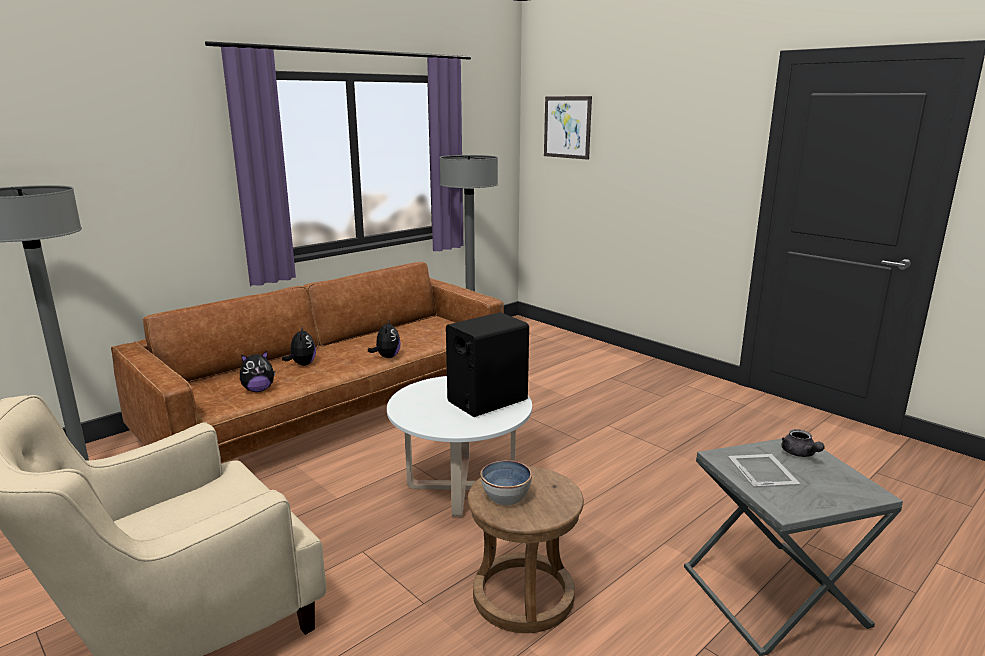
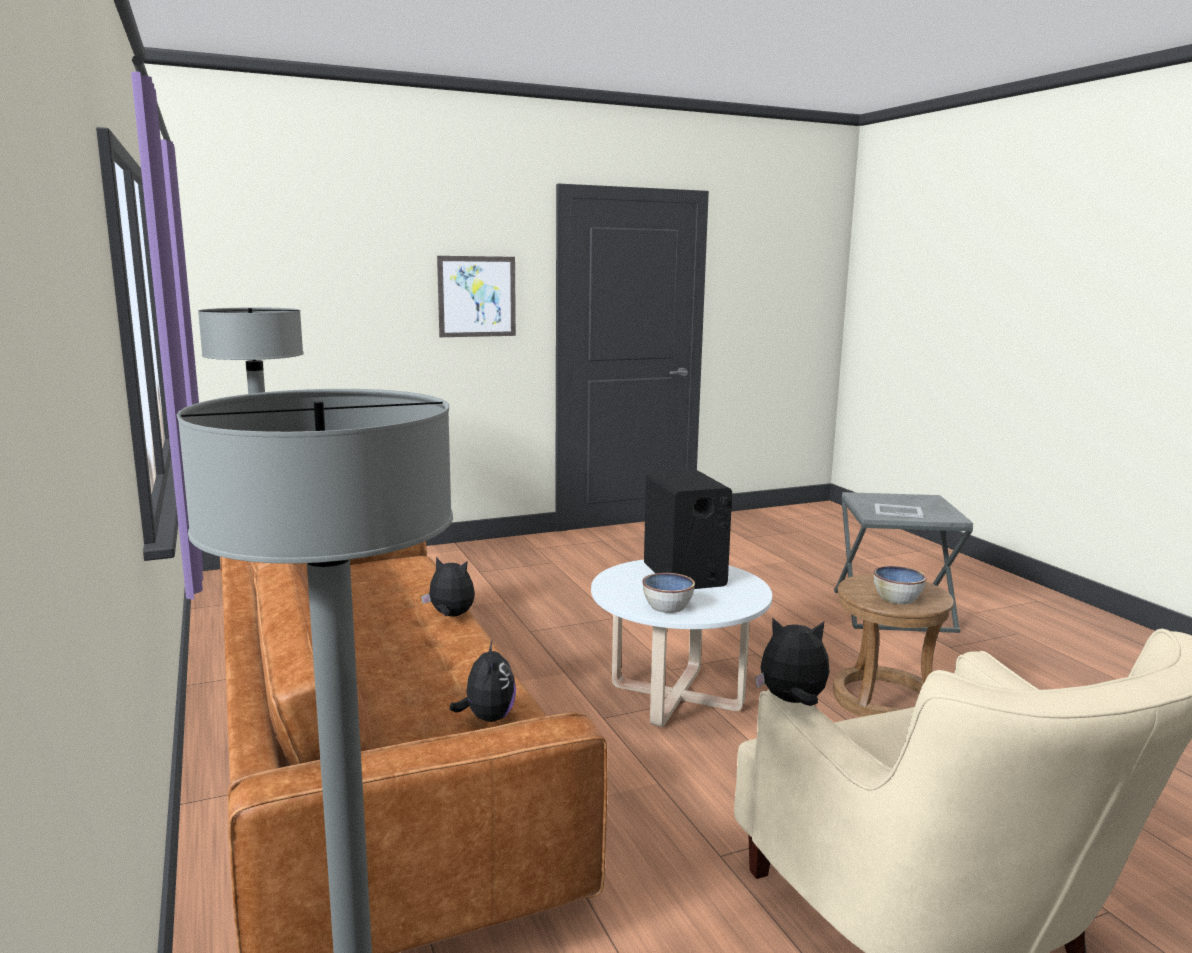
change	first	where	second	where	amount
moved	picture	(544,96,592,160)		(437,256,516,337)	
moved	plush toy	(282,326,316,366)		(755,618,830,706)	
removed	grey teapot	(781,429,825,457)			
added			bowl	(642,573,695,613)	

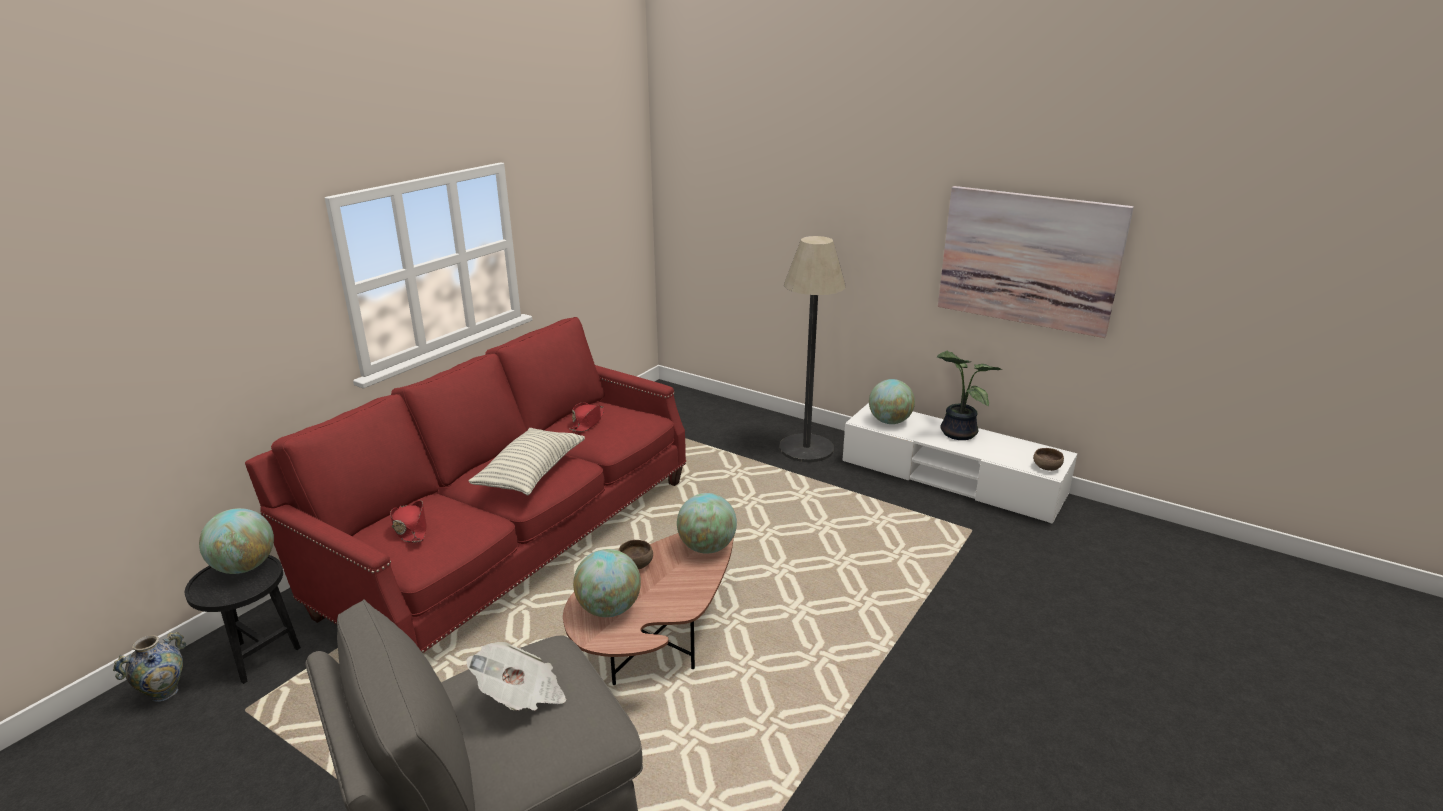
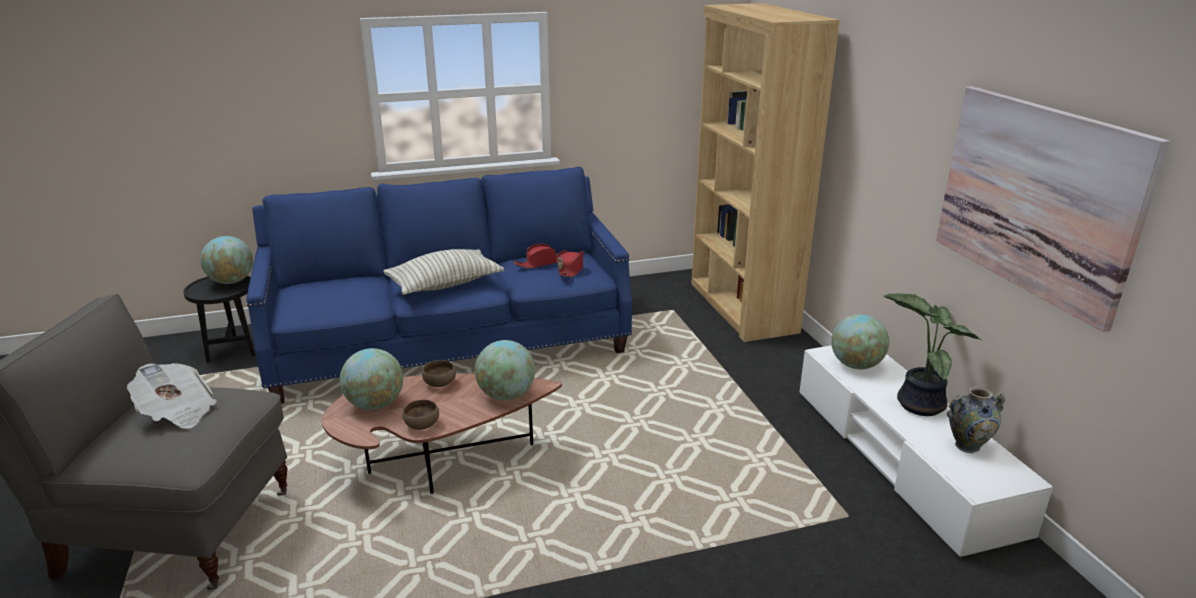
change	first	where	second	where	amount
removed	floor lamp	(779,236,846,462)			
recoloured	red sofa	(245,317,686,653)	blue sofa	(246,167,632,404)	
moved	brown bowl	(1033,448,1064,471)		(402,400,439,430)	
moved	red hat	(390,501,427,543)		(558,250,583,277)	
moved	vase	(113,632,186,702)		(947,386,1005,453)	
added			brown bookcase	(691,3,840,342)	

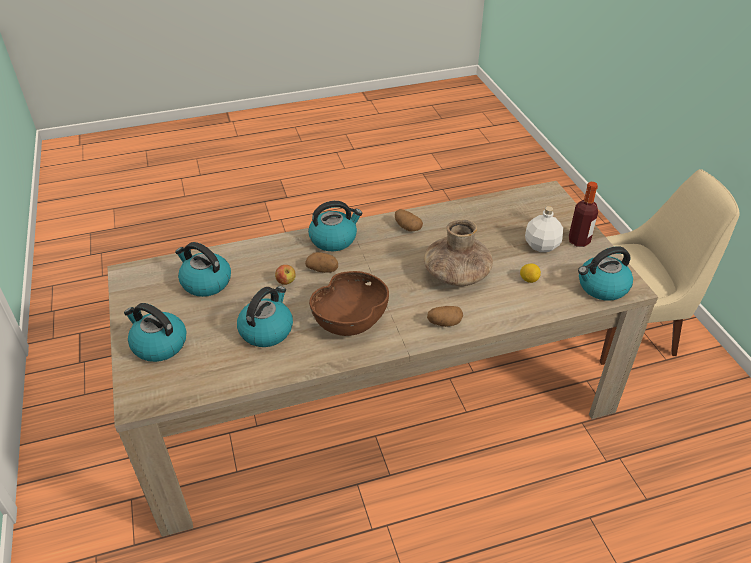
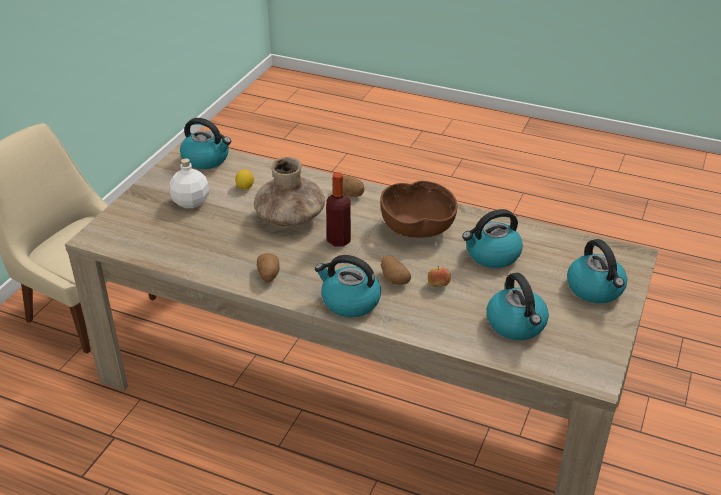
change	first	where	second	where	amount
moved	bottle	(569,182,598,247)		(326,172,351,247)	

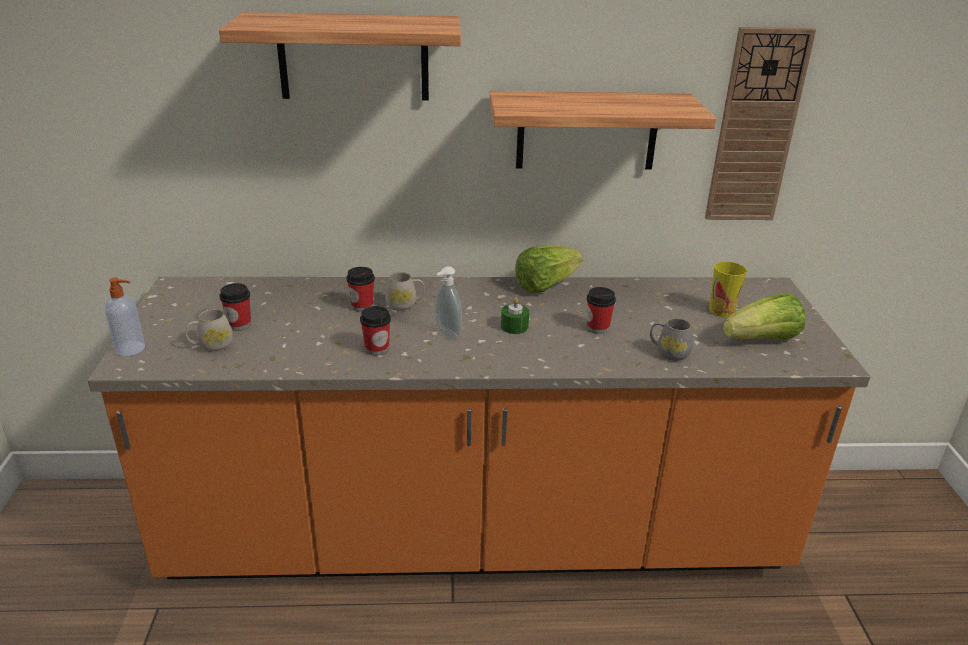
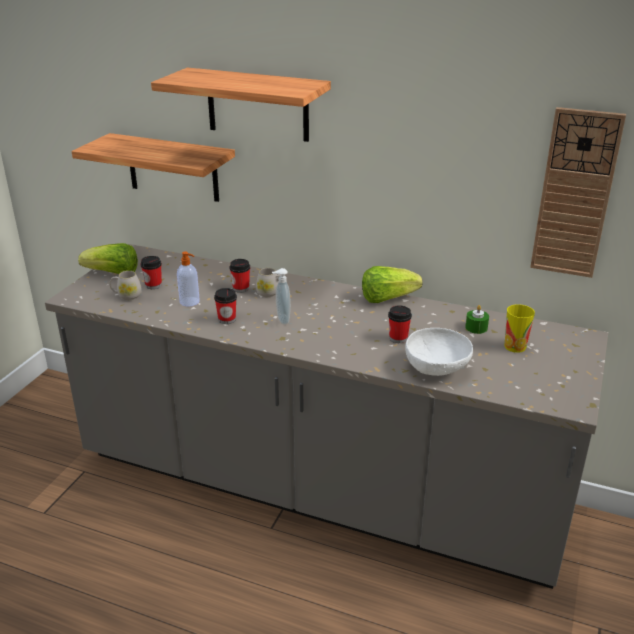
change	first	where	second	where	amount
moved	shelf	(489,91,716,170)		(71,133,235,202)	
recoloured	orange counter	(88,277,870,579)	grey counter	(45,244,608,589)	
moved	soap dispenser	(105,278,145,356)		(177,251,200,306)	
moved	lettuce	(723,293,805,340)		(78,243,138,274)	
moved	green candle	(501,298,529,334)		(465,305,489,334)	
replaced	grey mug	(650,318,693,361)	white bowl	(405,328,473,376)	

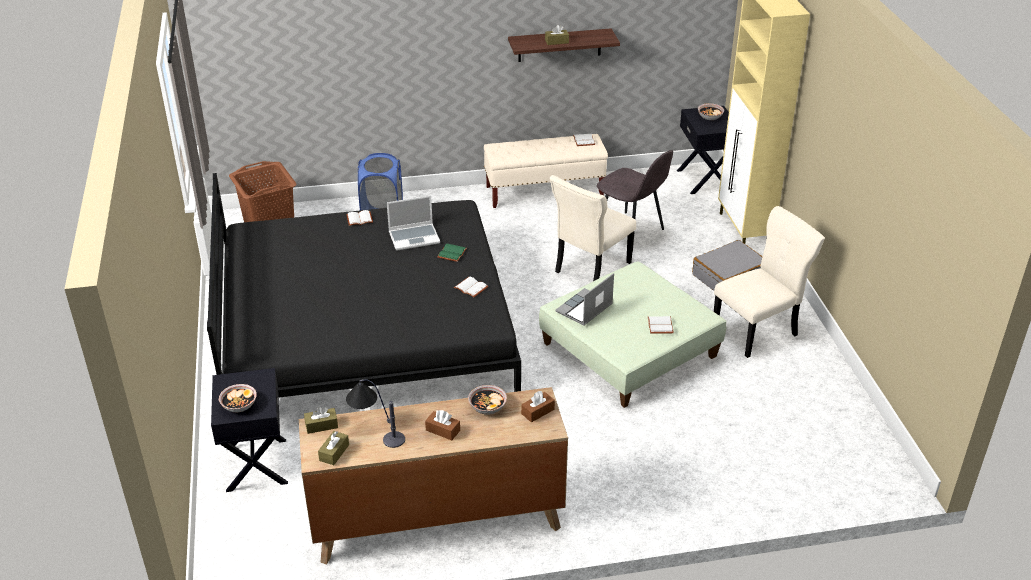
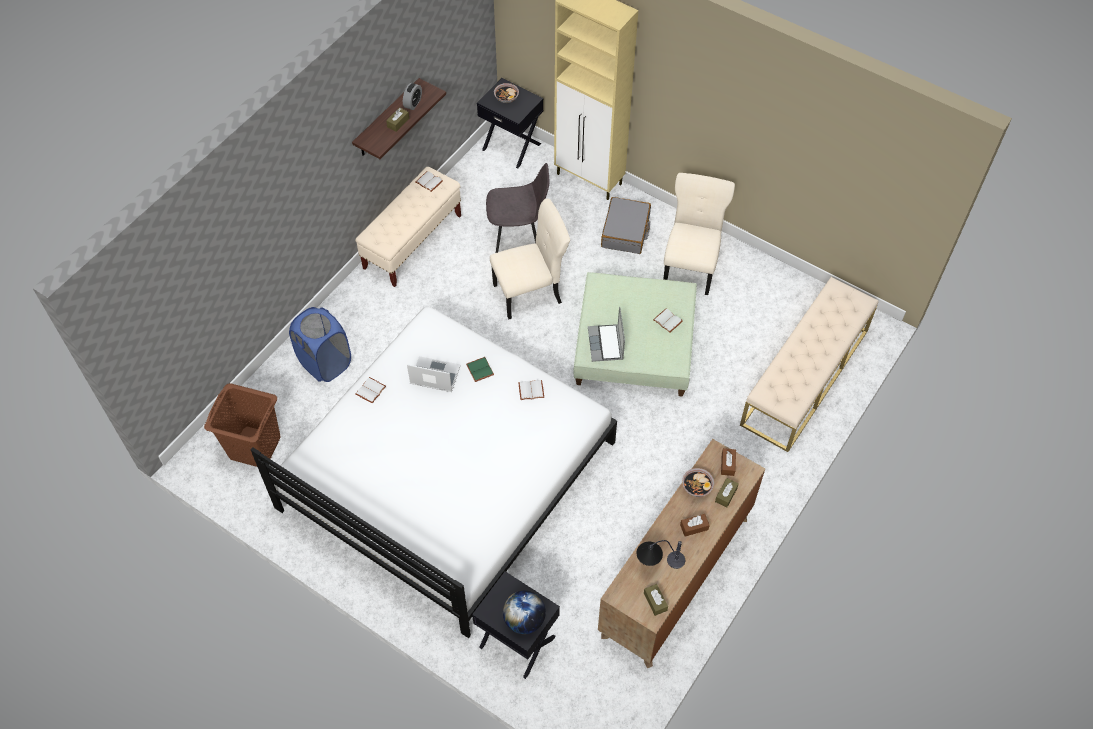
change	first	where	second	where	amount
recoloured	black bed	(207,173,521,397)	white bed	(251,306,617,638)	
turned	beige chair	(550,175,636,281)		(490,199,570,319)	105 degrees counterclockwise
turned	laptop	(387,196,440,251)		(407,356,461,392)	105 degrees counterclockwise
replaced	bowl	(219,384,257,412)	globe	(503,591,546,634)	
moved	brown tissue box	(304,407,338,434)		(715,478,739,508)	
added			alarm clock	(403,83,422,110)	
added			beige bench	(740,277,879,452)	

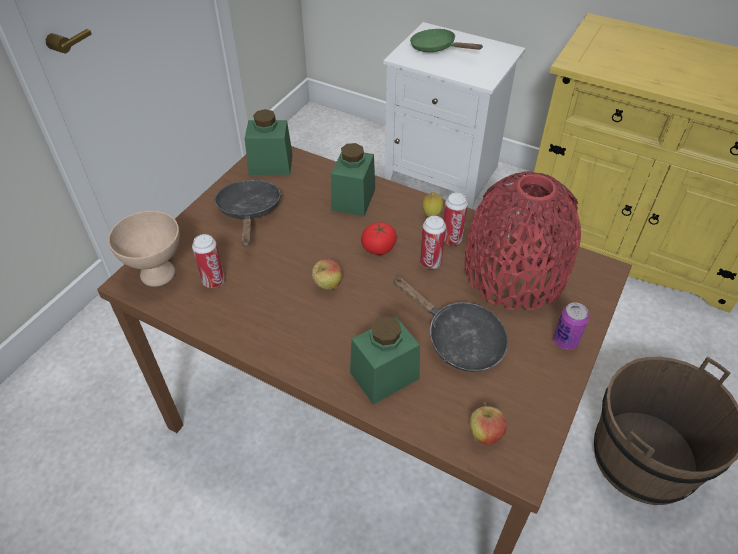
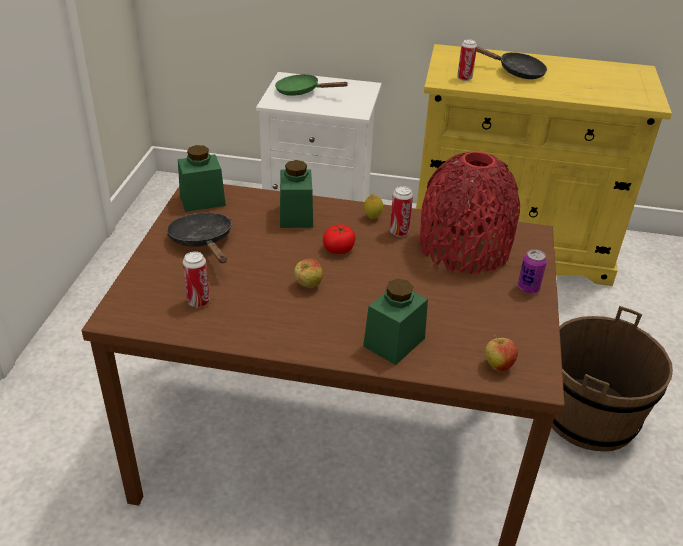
change	first	where	second	where	amount
removed	beige bowl	(108,211,180,287)			
moved	can	(420,216,446,269)		(457,39,477,81)	
moved	black frying pan	(393,276,508,372)		(476,46,547,79)	

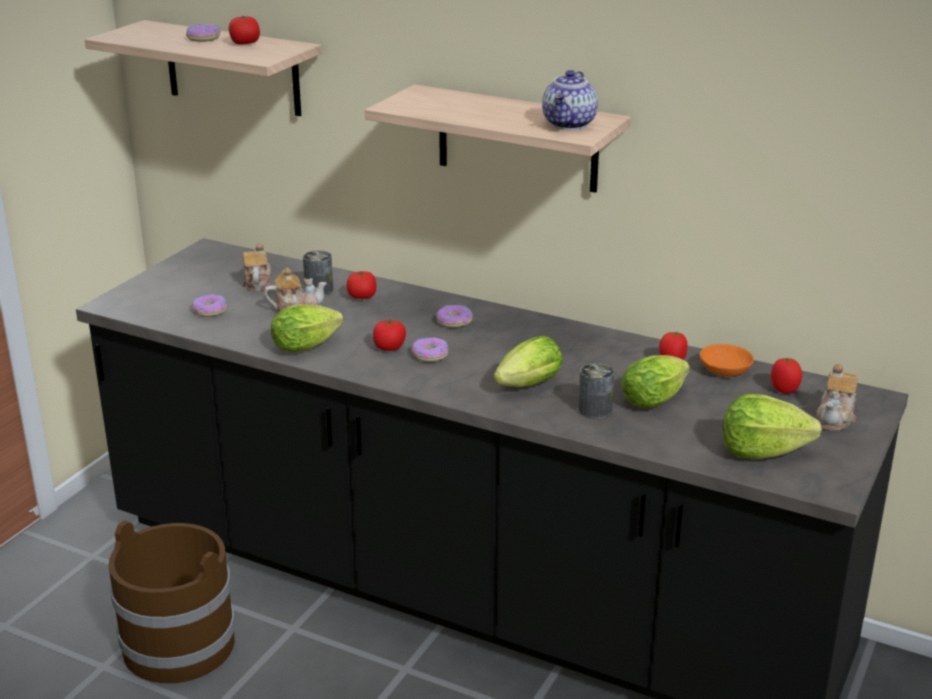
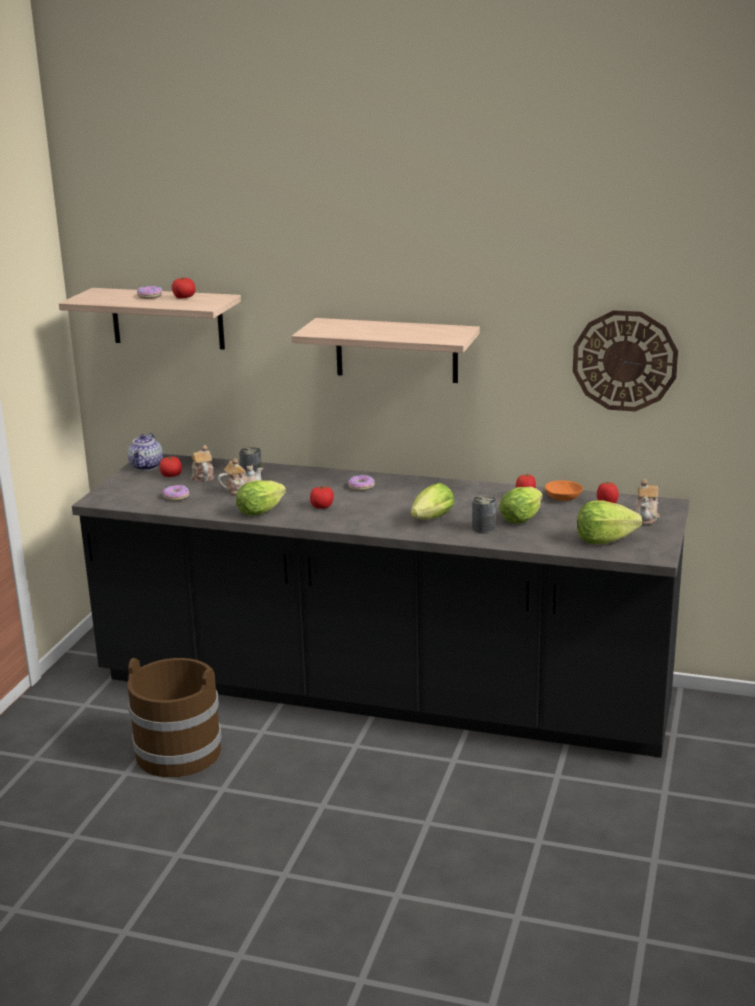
change	first	where	second	where	amount
moved	teapot	(542,70,598,130)		(128,433,163,471)	
moved	tomato	(347,271,377,299)		(159,457,182,477)	
removed	donut	(412,337,448,362)			
added			wall clock	(573,310,678,412)	

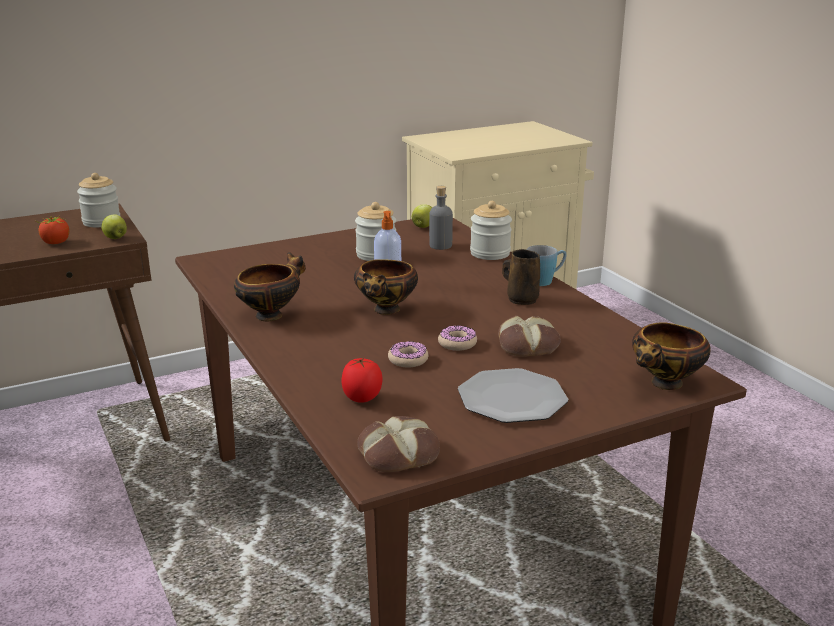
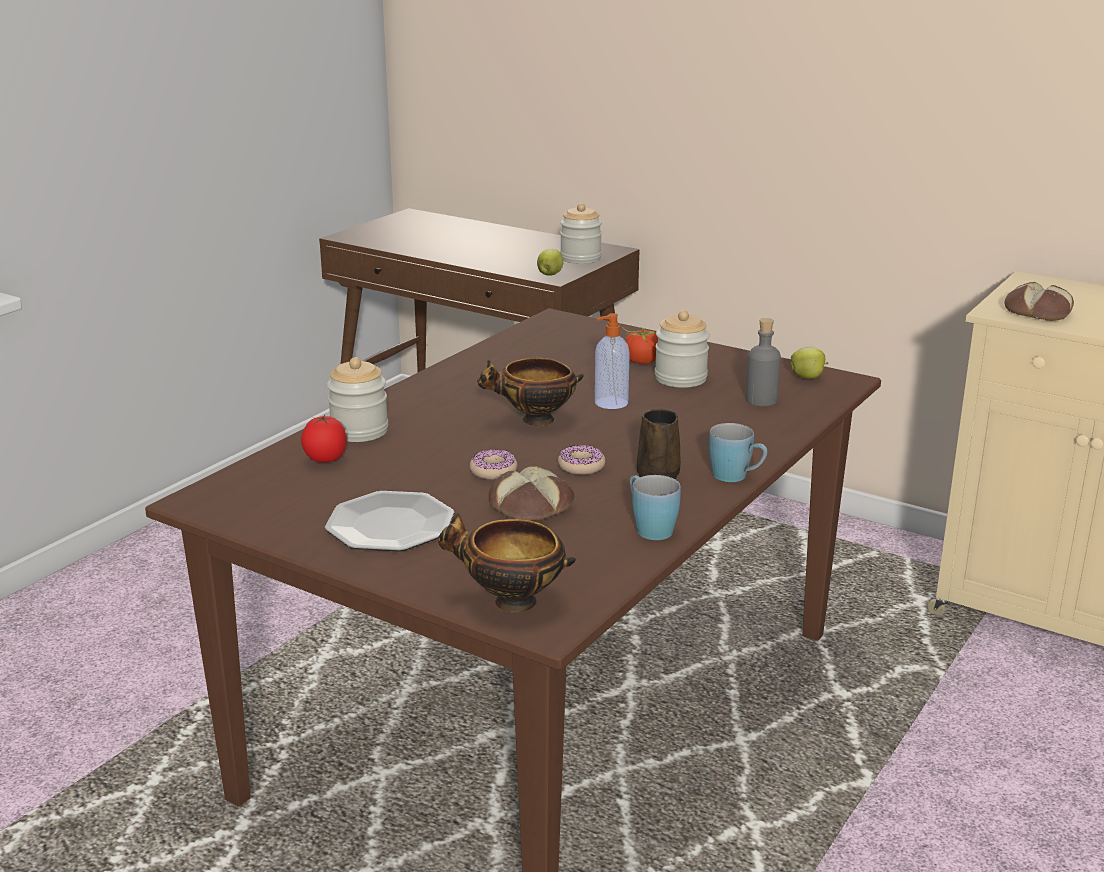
change	first	where	second	where	amount
moved	jar	(470,201,512,260)		(327,357,388,442)	
moved	tomato	(36,216,69,244)		(623,328,658,364)	
removed	bowl	(234,252,306,322)			
moved	donut	(388,341,429,367)		(558,445,605,475)	
moved	bread	(357,416,440,472)		(1005,282,1074,321)	
added			blue mug	(630,475,681,540)	

